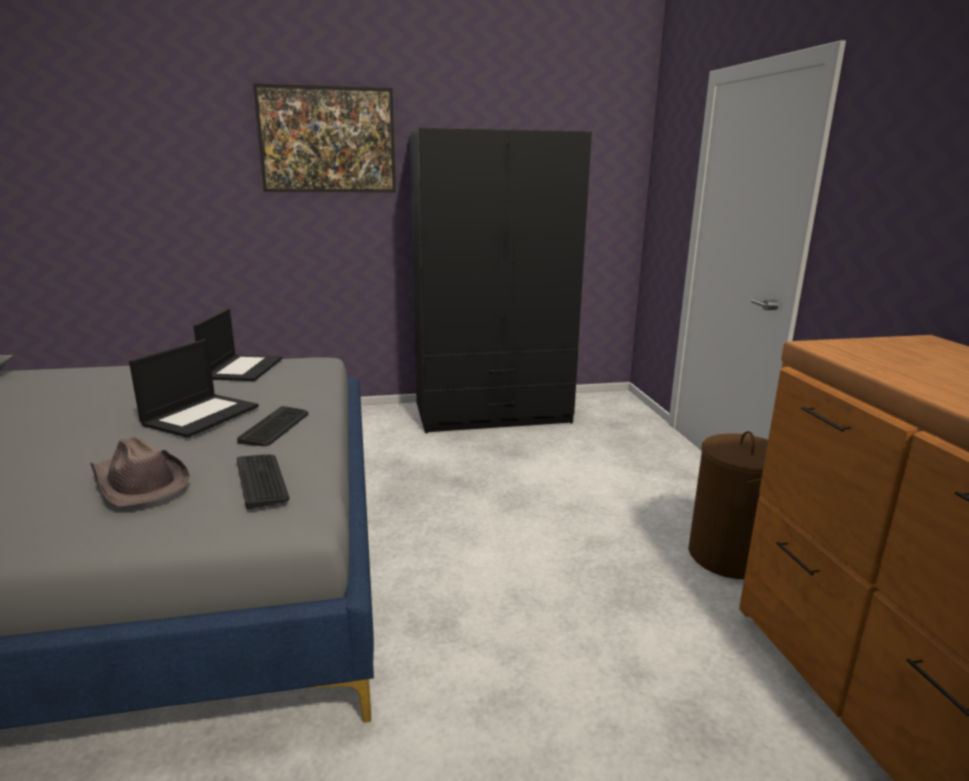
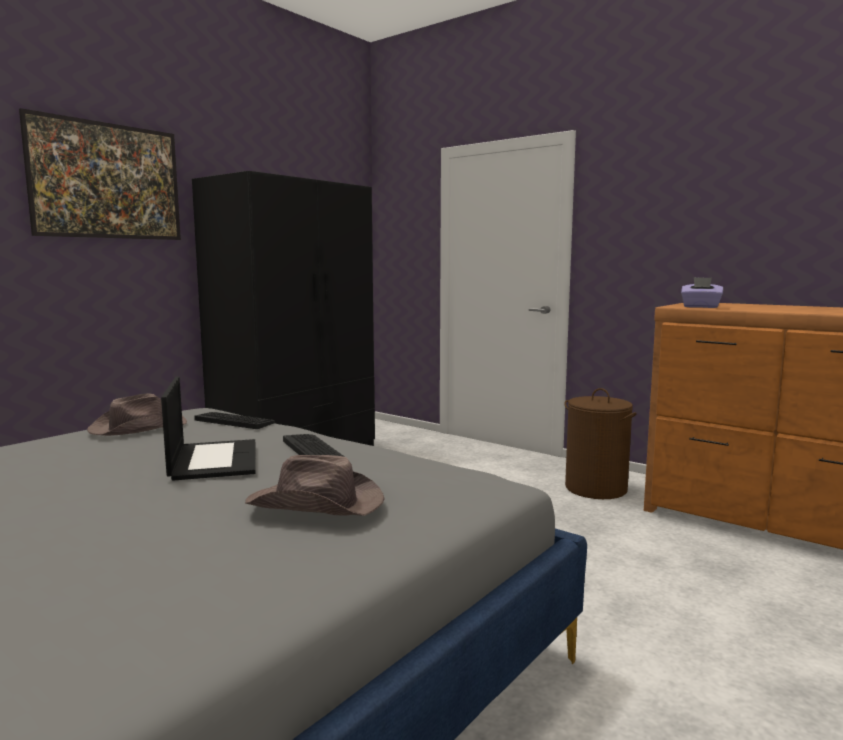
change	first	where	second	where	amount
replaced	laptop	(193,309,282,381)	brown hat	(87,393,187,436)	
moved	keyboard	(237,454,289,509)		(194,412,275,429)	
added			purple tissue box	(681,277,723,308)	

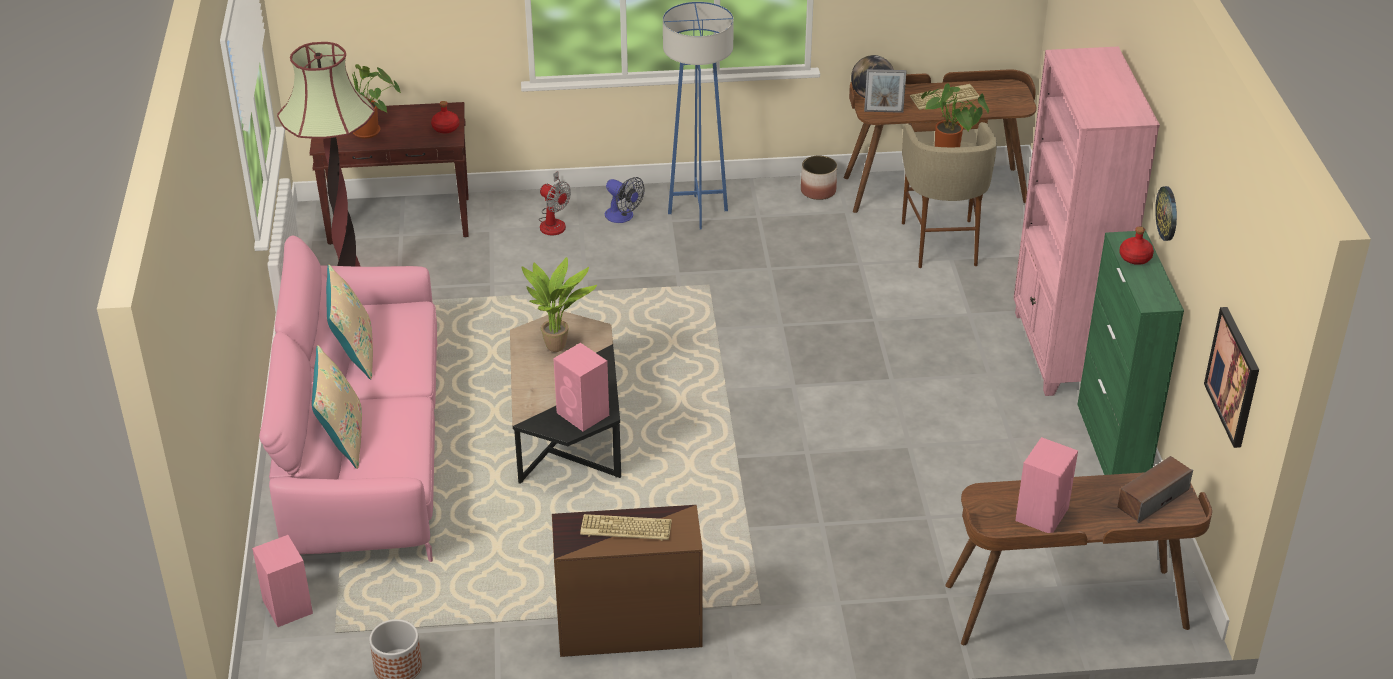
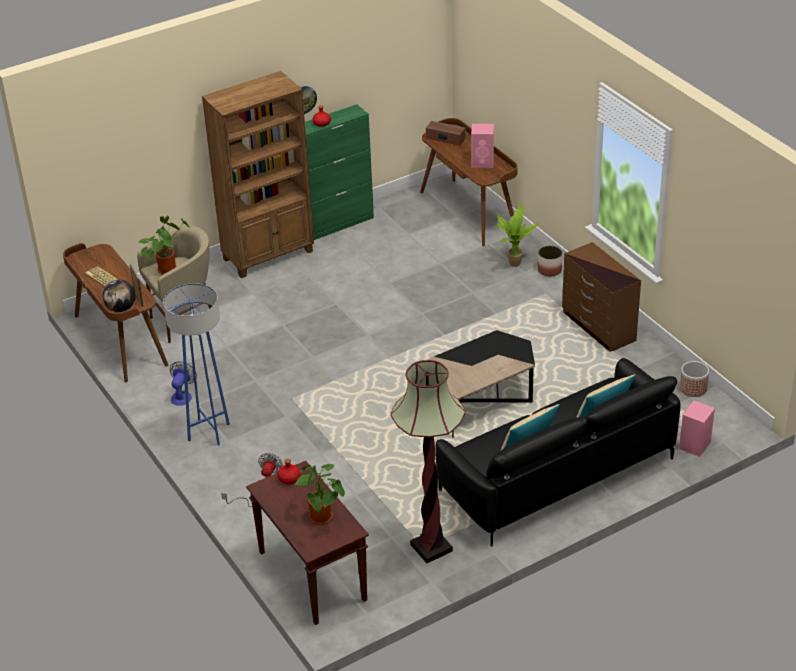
change	first	where	second	where	amount
recoloured	pink bookcase	(1014,46,1160,396)	brown bookcase	(202,71,314,278)	
moved	planter	(801,155,837,200)		(537,246,563,276)	
moved	fan	(605,177,644,223)		(170,361,197,406)	
recoloured	pink sofa	(259,235,437,562)	black sofa	(435,358,681,546)	
moved	potted plant	(522,257,597,352)		(496,204,539,267)	
removed	picture	(1204,307,1259,448)			
removed	pink speaker	(553,343,609,431)			
removed	keyboard	(580,514,672,541)			

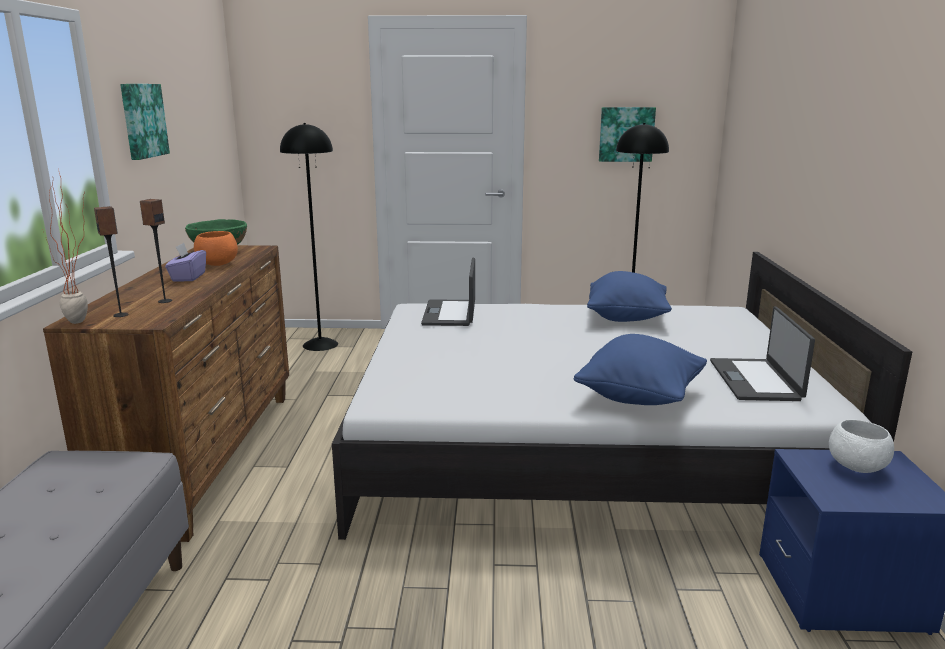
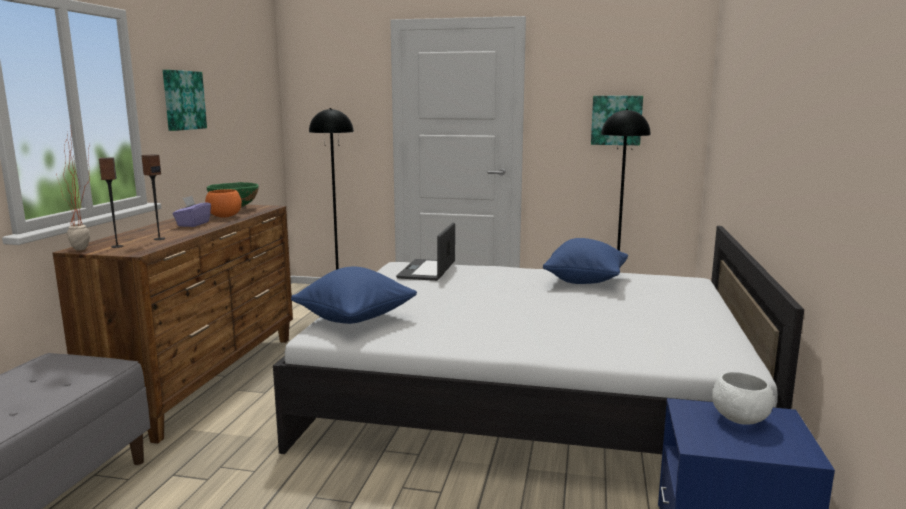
change	first	where	second	where	amount
removed	laptop	(710,306,815,401)			
moved	blue pillow	(574,334,707,405)		(291,267,417,324)	

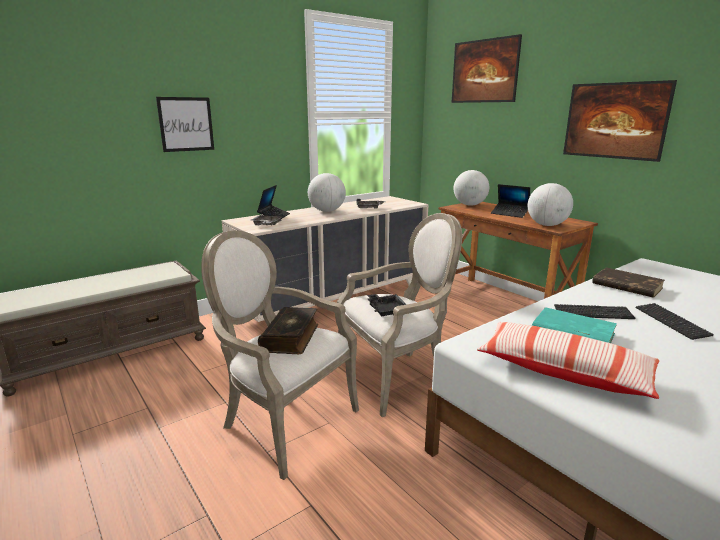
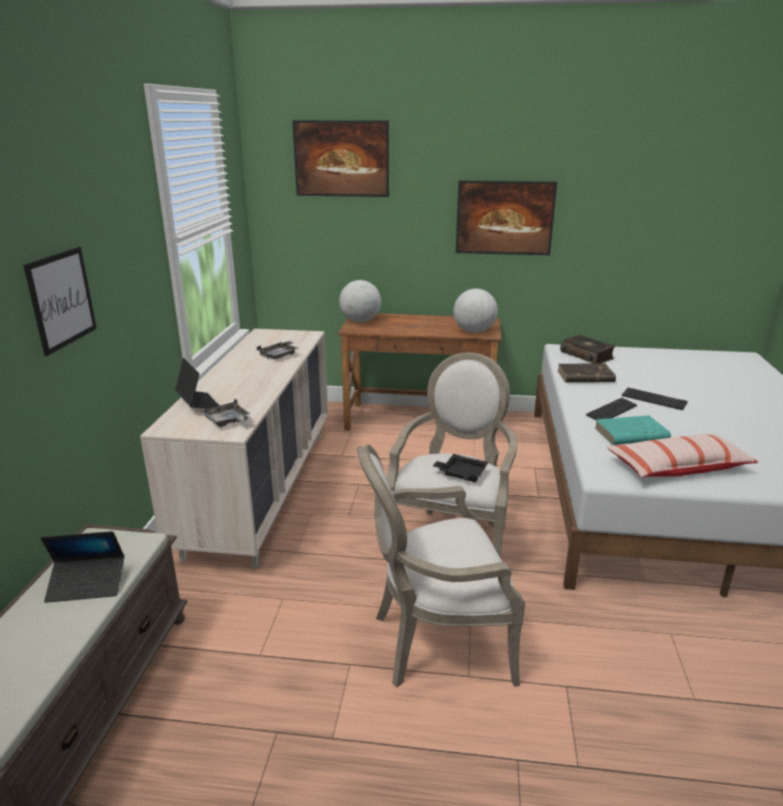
change	first	where	second	where	amount
removed	globe	(308,173,346,212)			
moved	laptop	(491,184,530,218)		(40,531,124,603)	
moved	book	(258,307,318,354)		(560,335,615,364)	

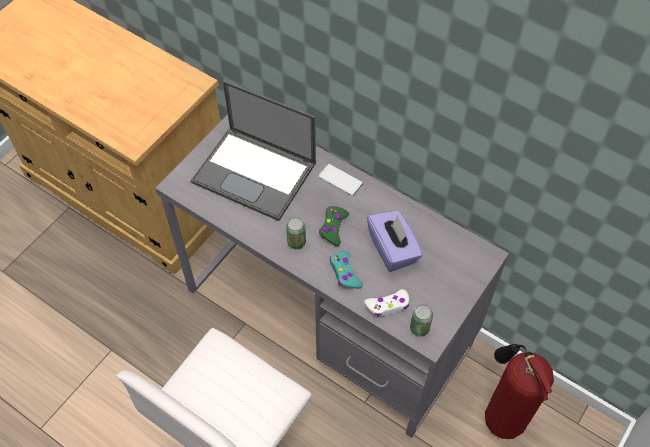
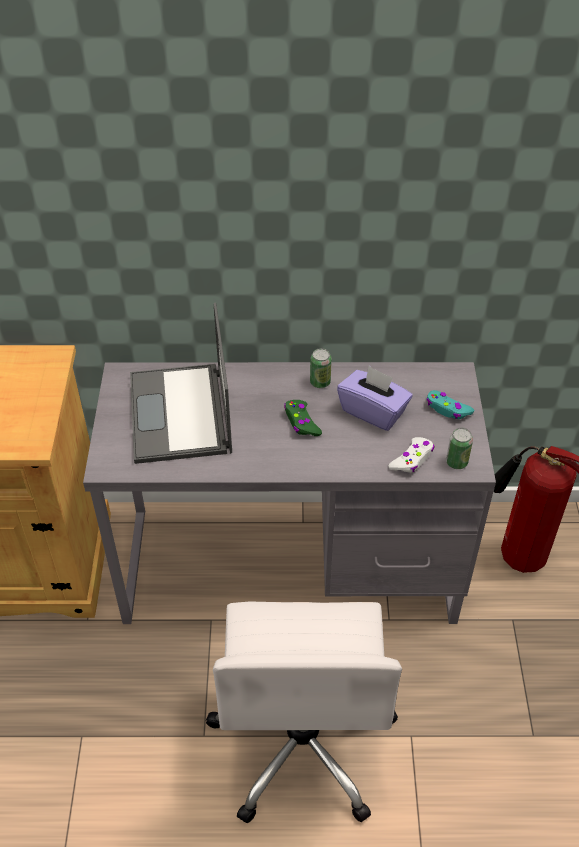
change	first	where	second	where	amount
turned	laptop	(191,80,316,221)		(130,303,232,464)	90 degrees clockwise
removed	phone	(318,164,363,196)			
moved	can	(286,217,306,249)		(310,348,332,388)	
moved	turquoise game controller	(330,251,363,289)		(427,390,474,419)	

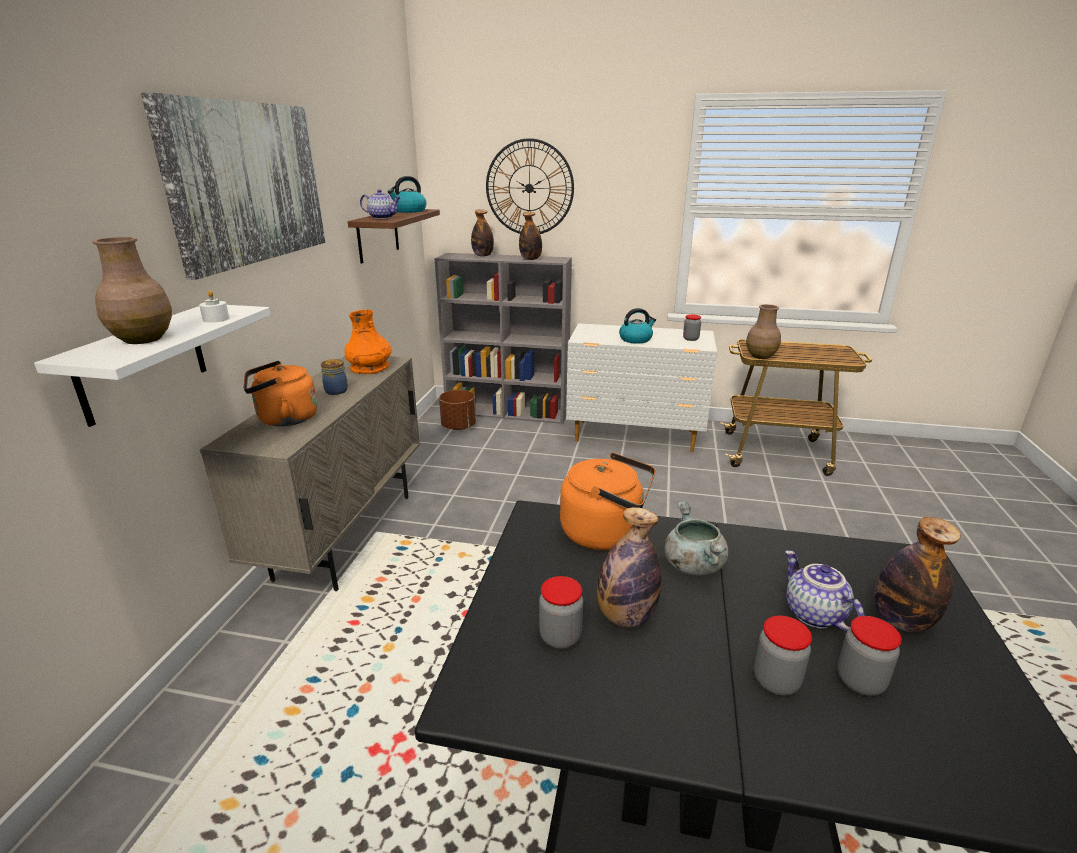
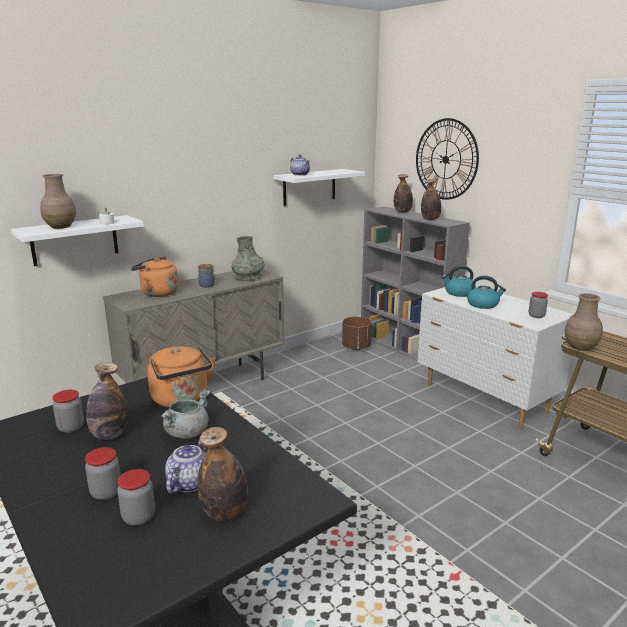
change	first	where	second	where	amount
removed	picture	(141,92,325,280)			
moved	kettle	(387,176,426,213)		(442,265,476,297)	
recoloured	brown shelf	(348,209,440,264)	white shelf	(273,169,365,206)	
recoloured	orange vase	(344,310,392,374)	grey vase	(231,236,265,281)	

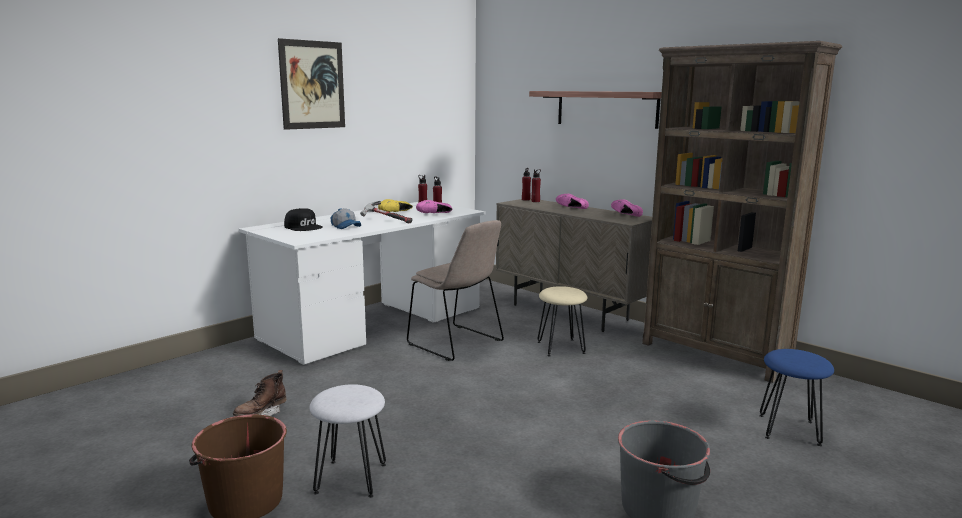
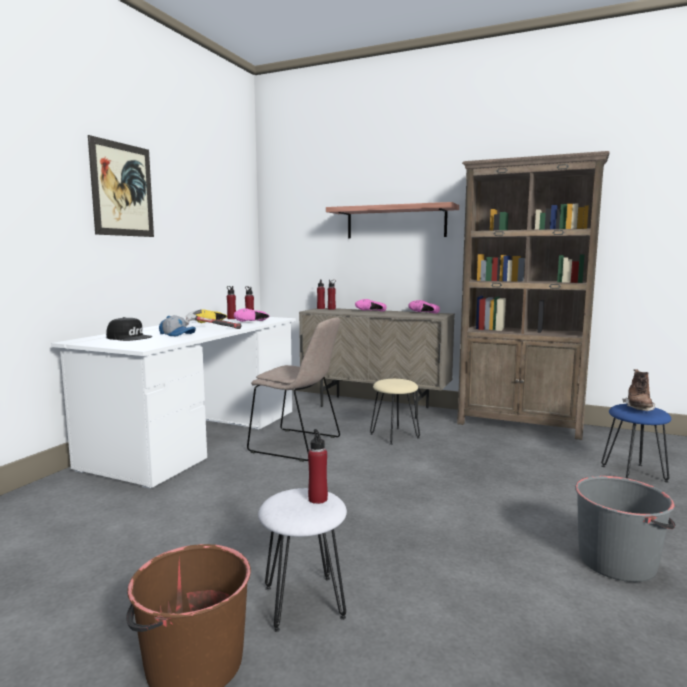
change	first	where	second	where	amount
moved	brown boot	(233,370,287,416)		(622,369,655,411)	
added			red bottle	(308,429,328,504)	

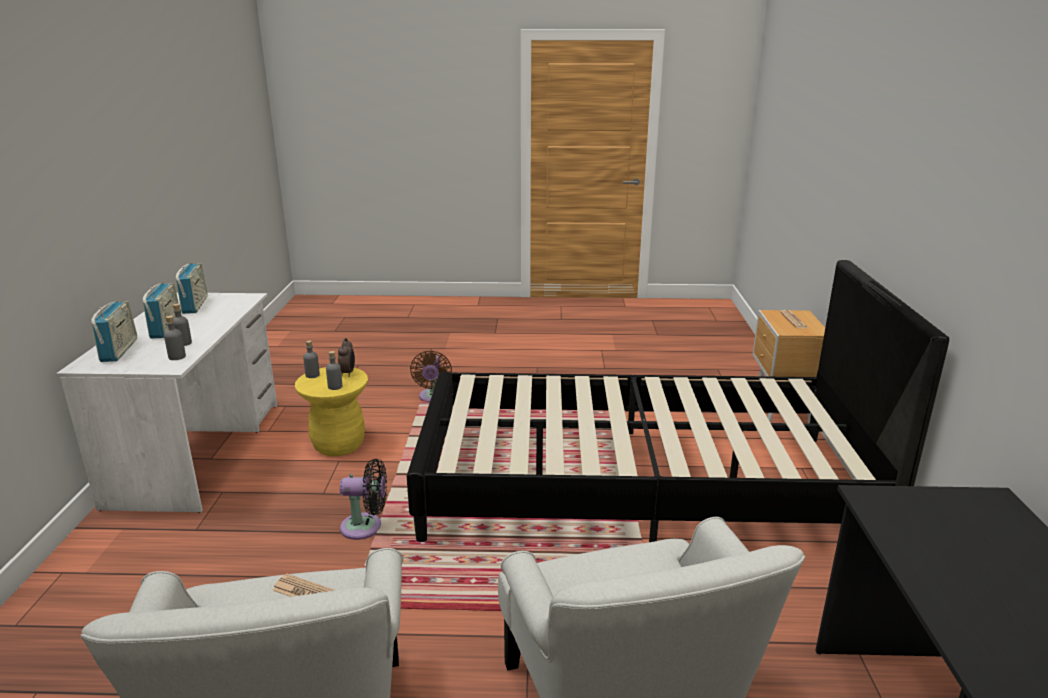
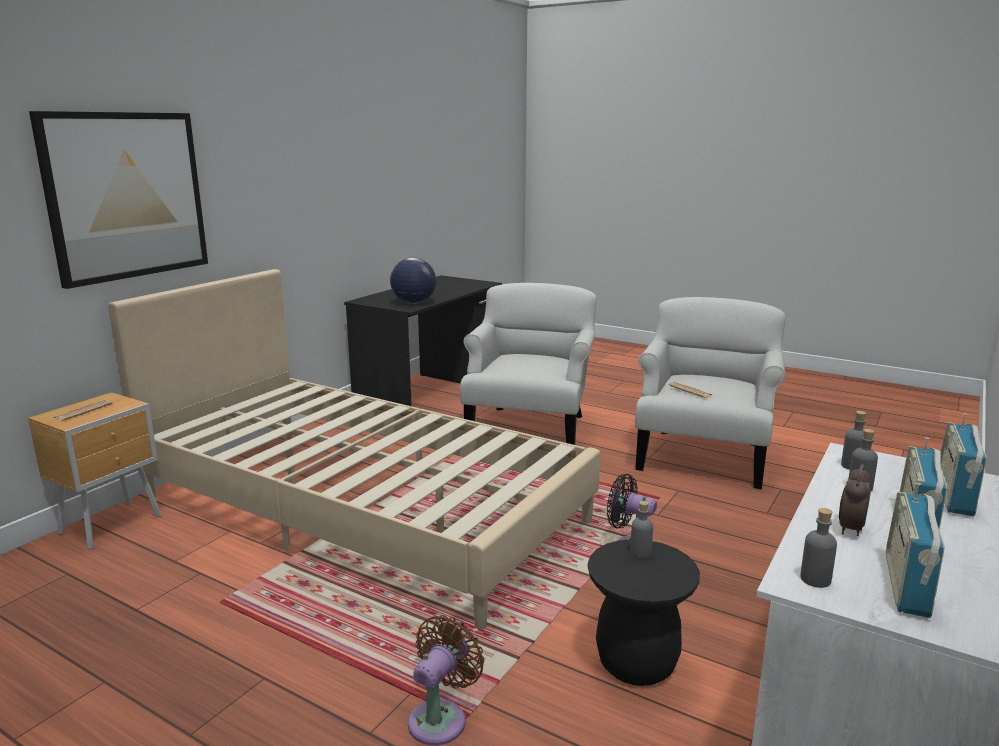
change	first	where	second	where	amount
recoloured	black bed	(407,260,949,542)	beige bed	(108,269,600,629)	
moved	alarm clock	(338,338,355,377)		(839,464,871,536)	
moved	grey bottle	(303,340,320,378)		(800,508,837,588)	
recoloured	yellow stool	(295,367,368,456)	black stool	(588,539,700,686)	
added			picture	(29,111,208,289)	
added			globe	(390,257,436,304)	

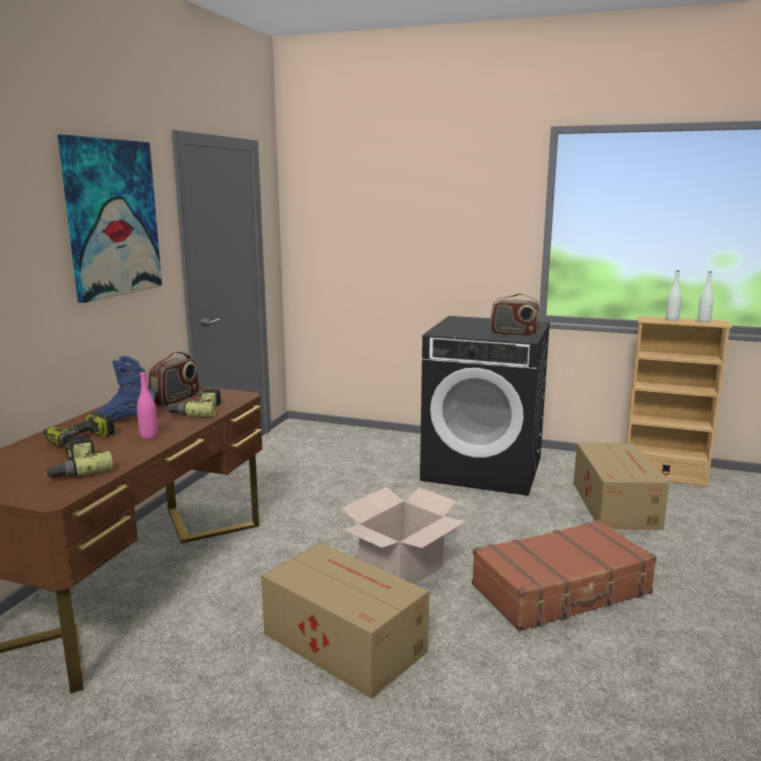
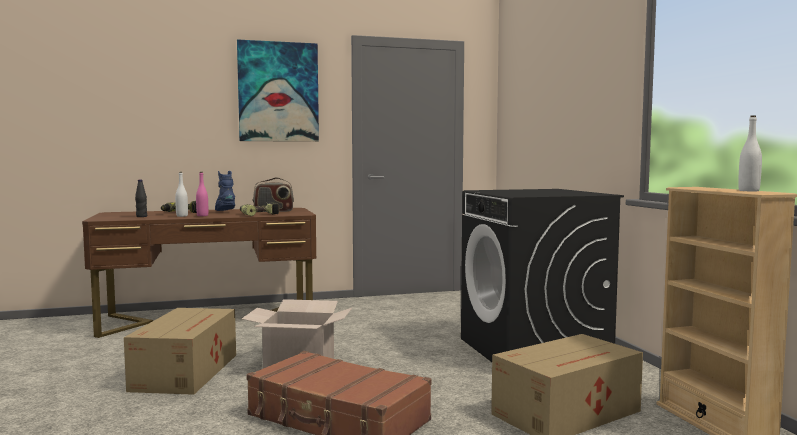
change	first	where	second	where	amount
moved	white bottle	(666,271,682,321)		(175,172,188,217)	
removed	radio	(490,294,540,337)			
replaced	power drill	(45,437,113,478)	black bottle	(135,180,147,217)	

